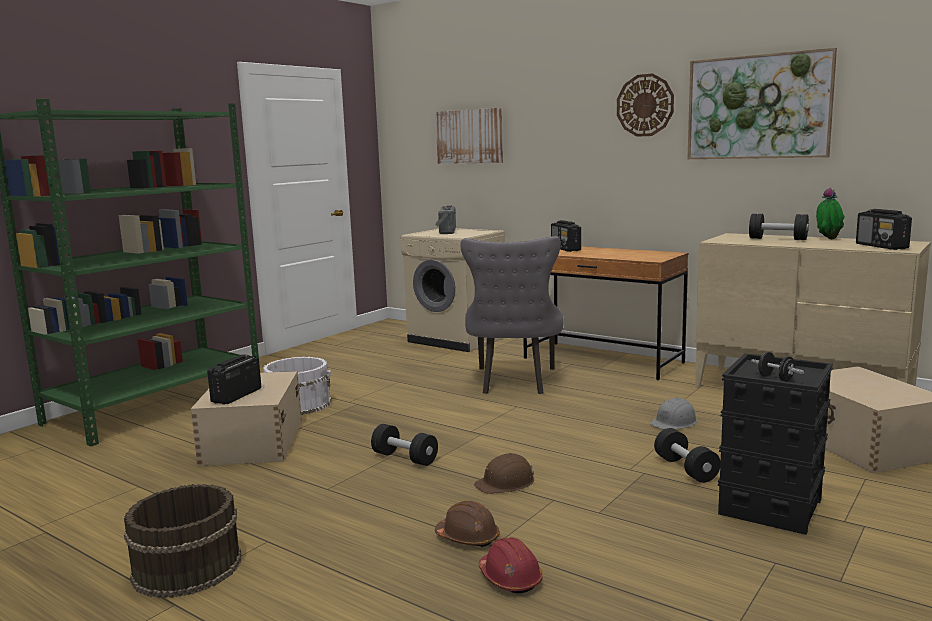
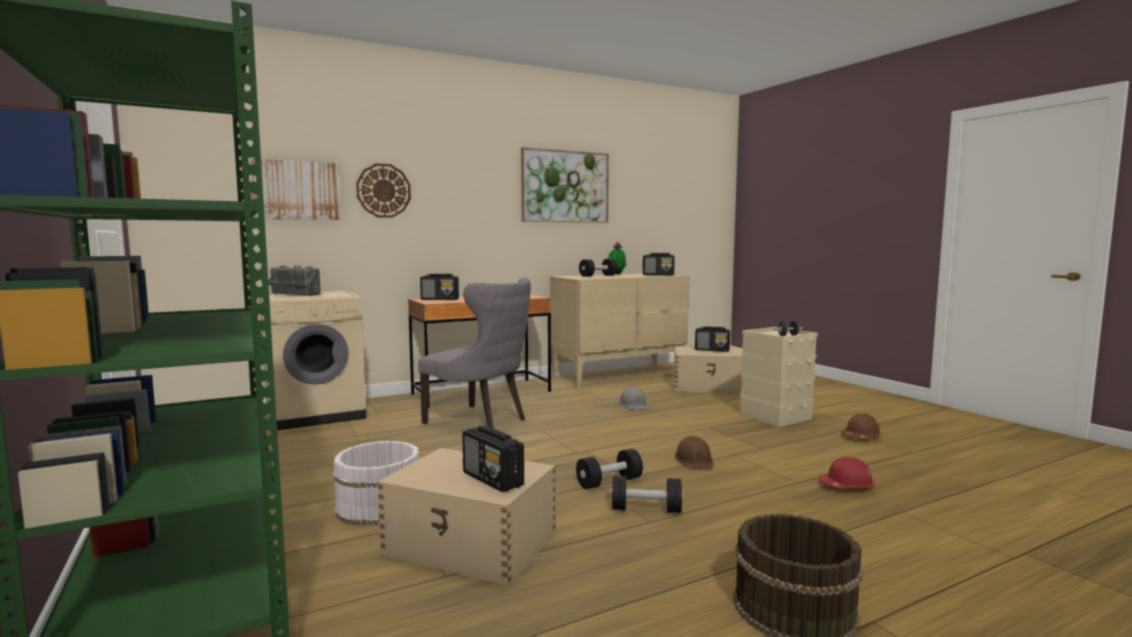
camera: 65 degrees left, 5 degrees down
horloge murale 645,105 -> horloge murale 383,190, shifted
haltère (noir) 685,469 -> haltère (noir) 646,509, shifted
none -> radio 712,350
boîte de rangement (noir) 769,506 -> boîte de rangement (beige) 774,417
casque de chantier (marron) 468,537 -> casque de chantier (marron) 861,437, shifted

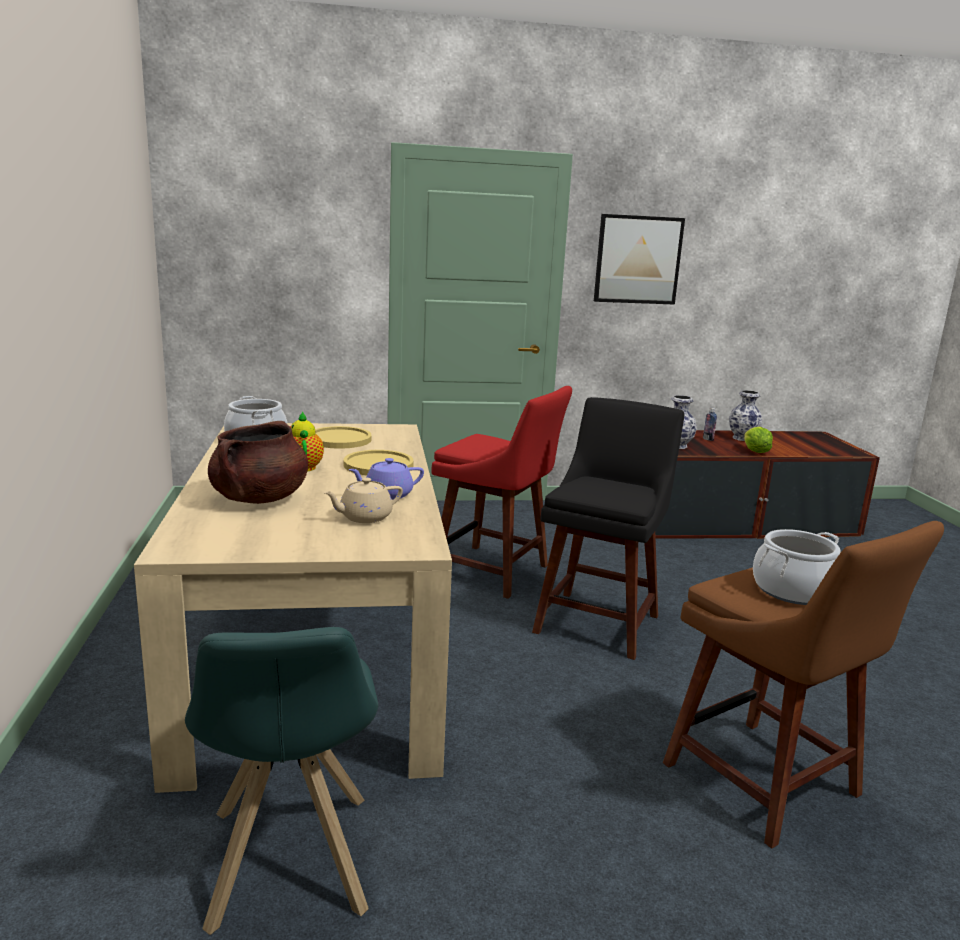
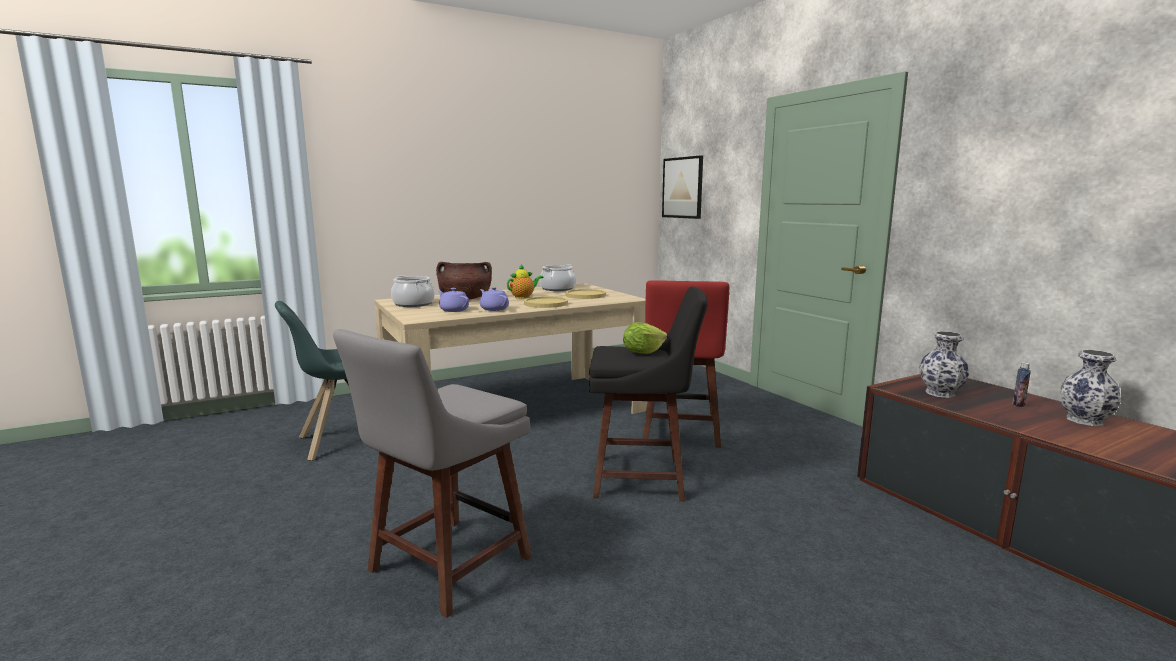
camera: 70 degrees right, 5 degrees down
tabouret (marron) 767,784 -> tabouret (gris) 444,567
marmite 792,590 -> marmite 413,304, shifted
théière (beige) 364,517 -> théière (violet) 453,310
laitue 755,452 -> laitue 642,352, shifted
tableau 638,260 -> tableau 682,187, shifted

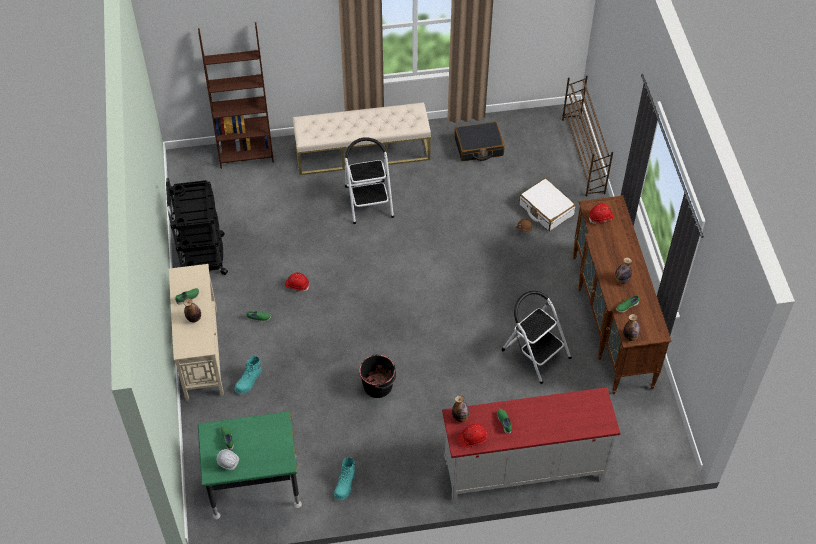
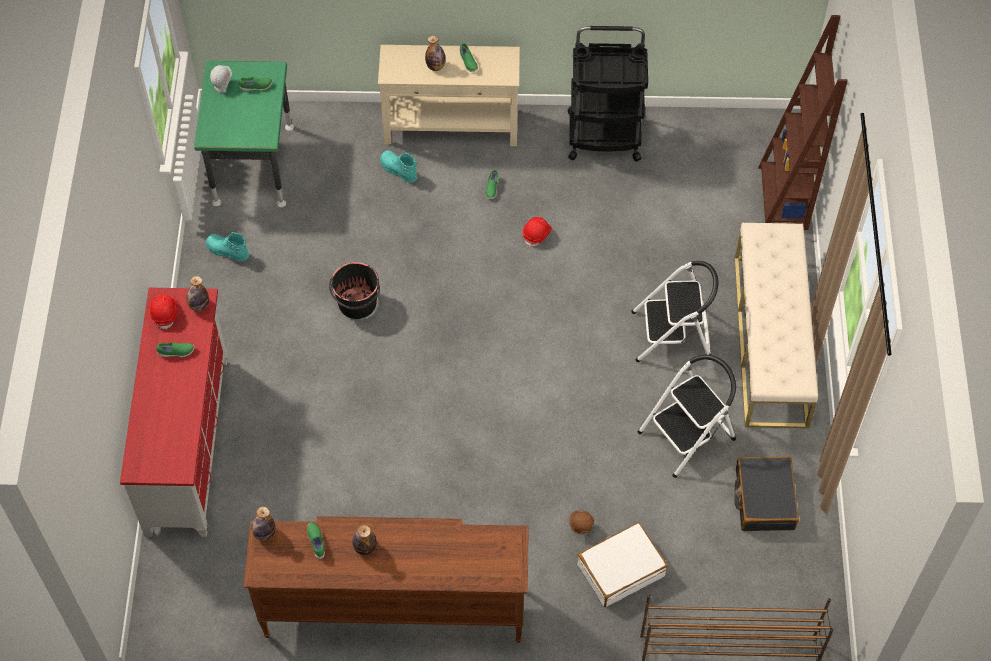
camera: 100 degrees right, 5 degrees up
escabeau 534,352 -> escabeau 689,435, shifted
casque de chantier (rouge) 601,217 -> none

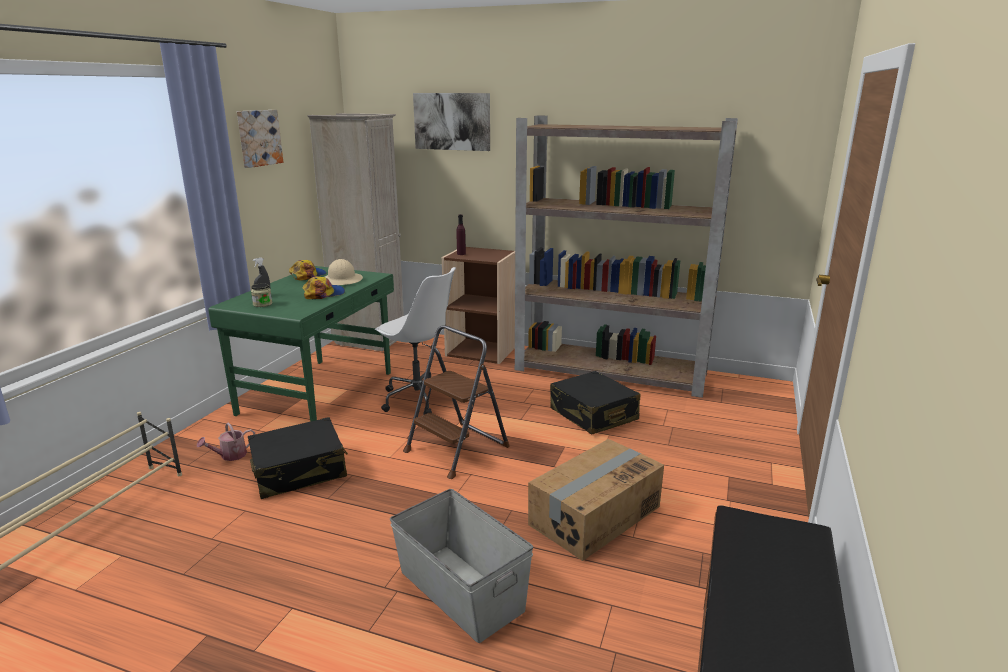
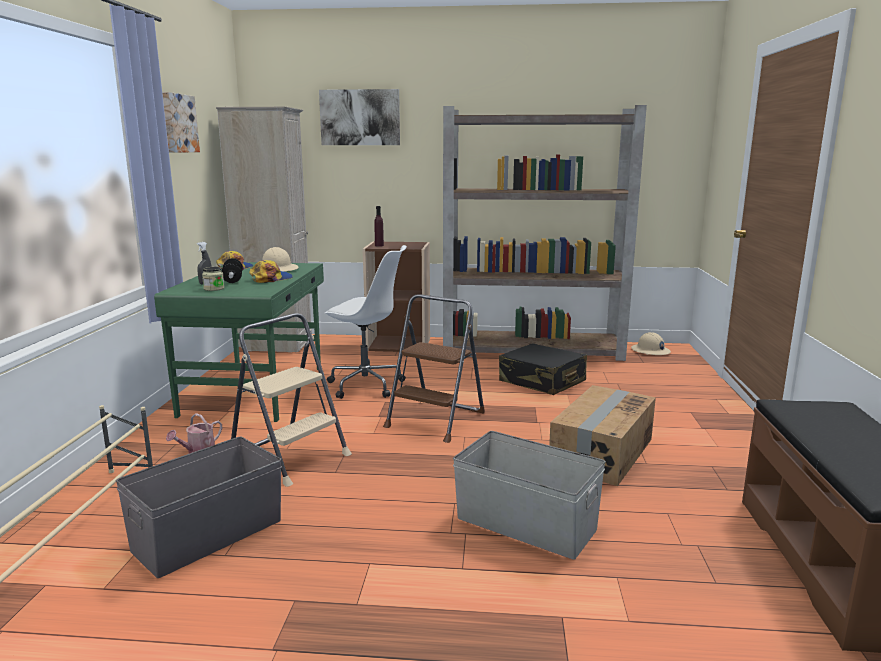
camera: 15 degrees left, 5 degrees down
none -> boîte de rangement (gris) 207,535
none -> haltère 233,279
valise (noir) 299,471 -> escabeau (beige) 287,454
none -> casque de chantier (beige) 650,351

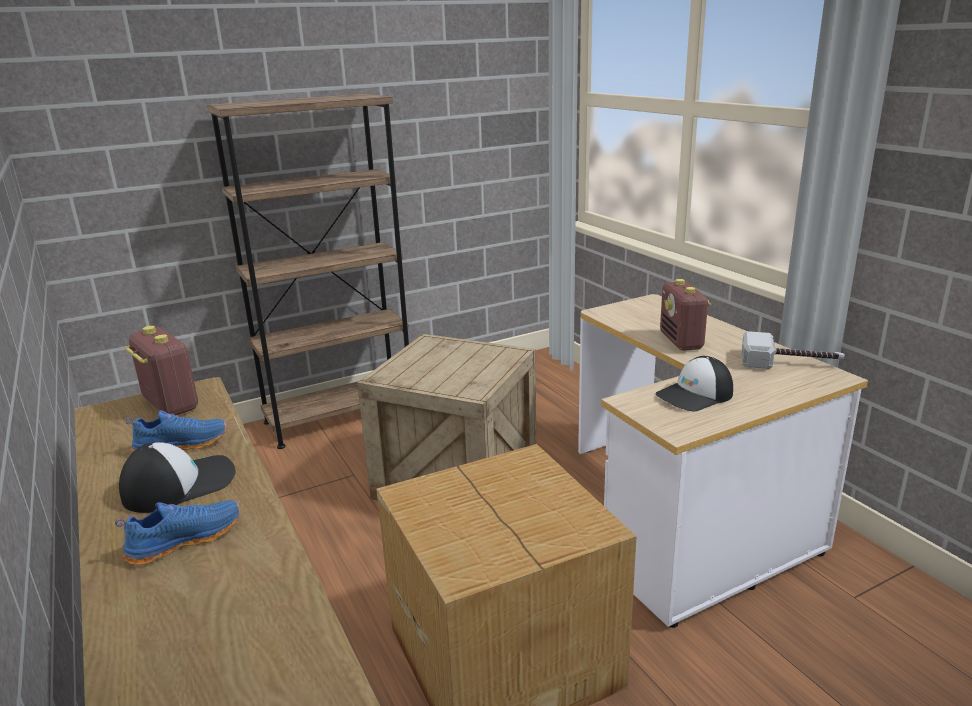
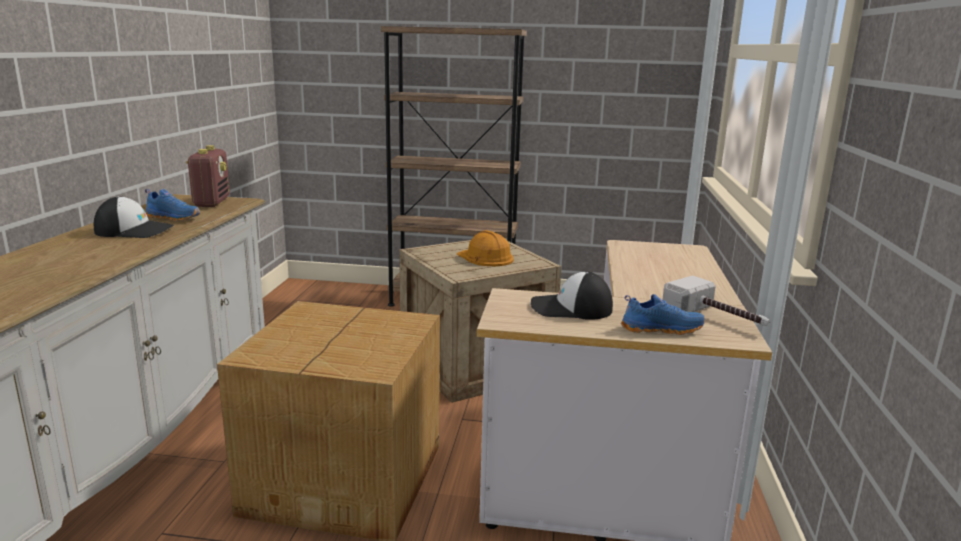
camera: 35 degrees right, 5 degrees down
none -> casque de chantier (orange) 485,257
chaussure (bleu) 184,540 -> chaussure (bleu) 661,329, shifted
radio 681,342 -> none

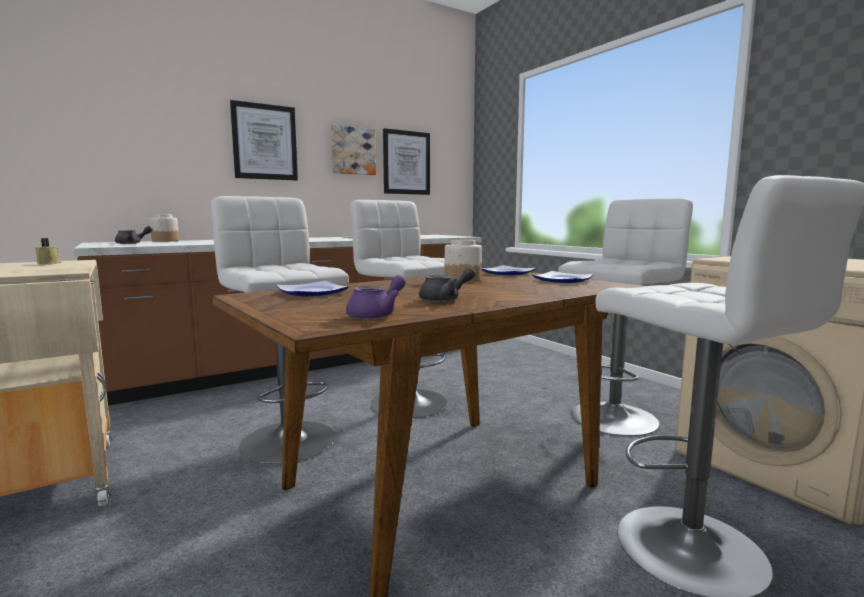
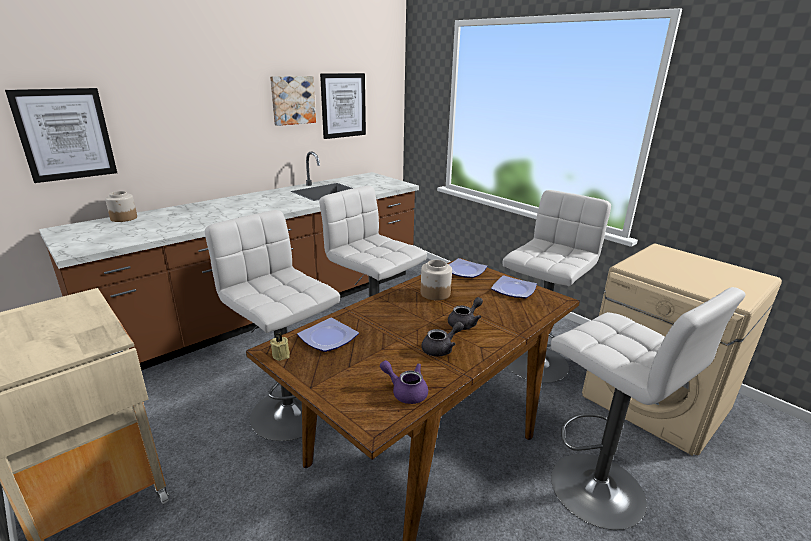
camera: 10 degrees left, 15 degrees up
tableau 265,142 -> tableau 65,134, shifted
bougie (beige) 49,263 -> bougie (beige) 281,354, shifted
théière (violet) 377,315 -> théière (violet) 406,391, 90 degrees counterclockwise
théière (gris) 132,243 -> théière (gris) 465,323, shifted

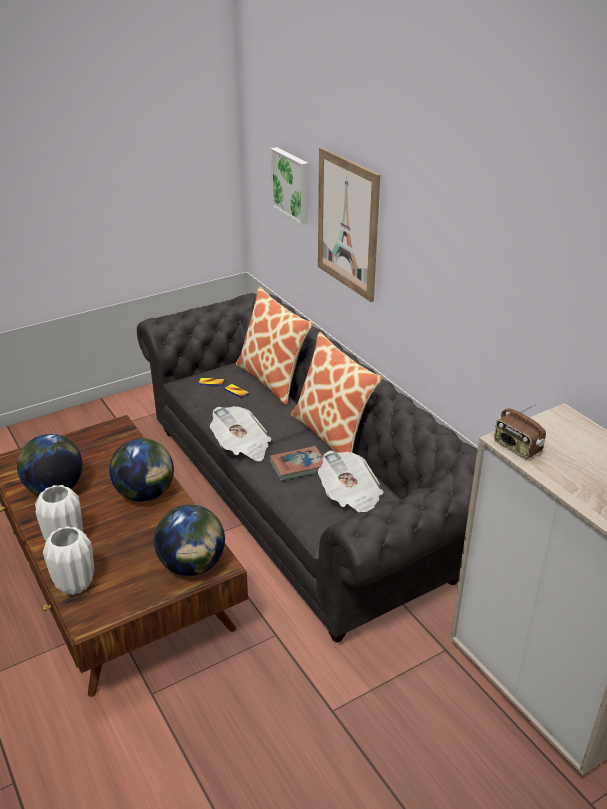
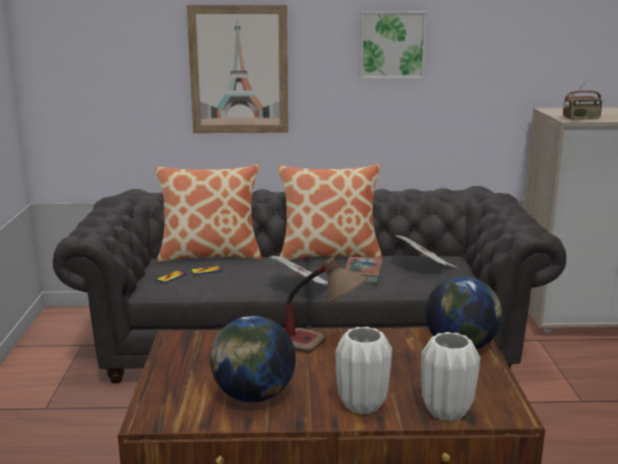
camera: 60 degrees left, 15 degrees down
globe 145,494 -> lampe de table 323,347
tableau 292,185 -> tableau 392,45, shifted

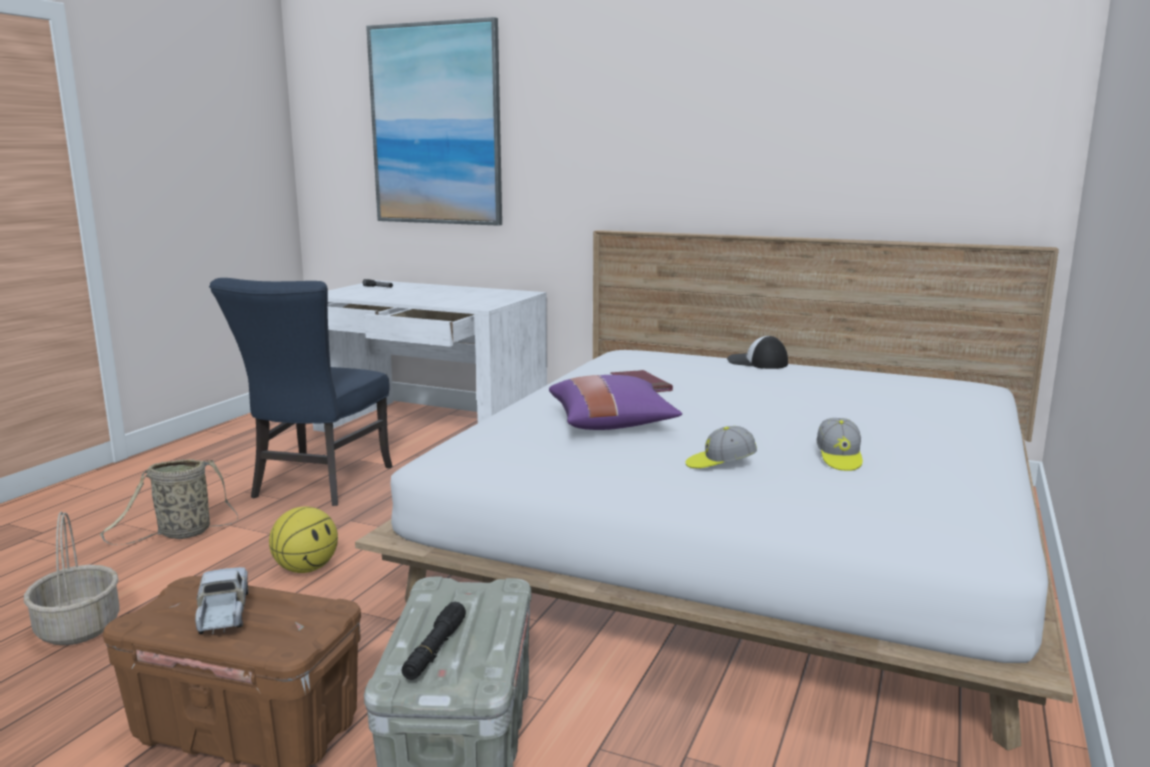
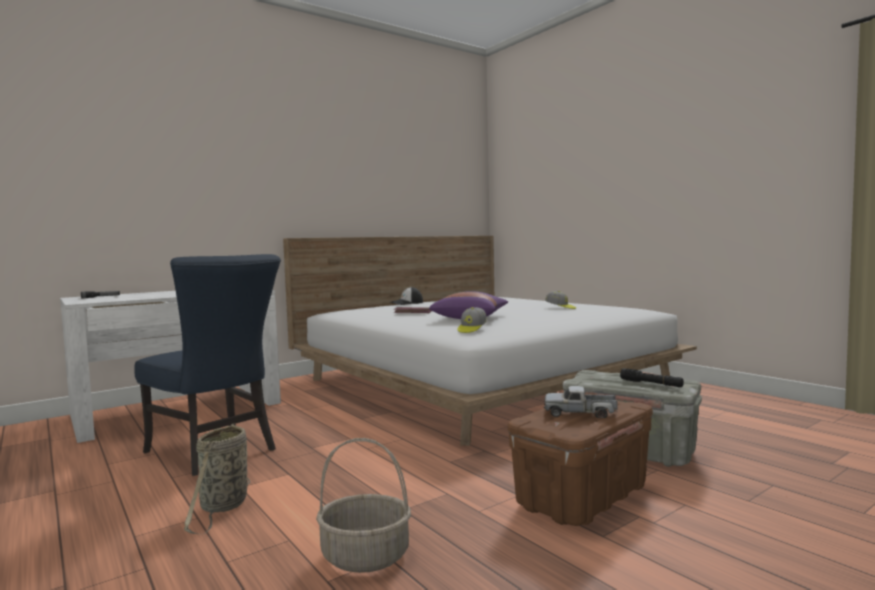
camera: 60 degrees left, 10 degrees down
casquette 720,464 -> casquette 472,329, shifted
ballon de basket 307,569 -> none
tableau 436,125 -> none

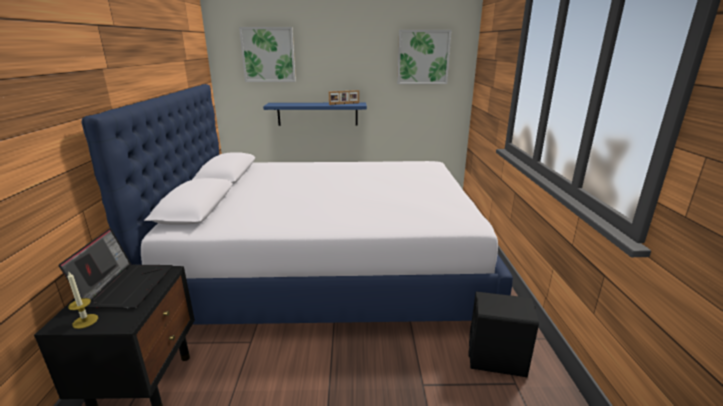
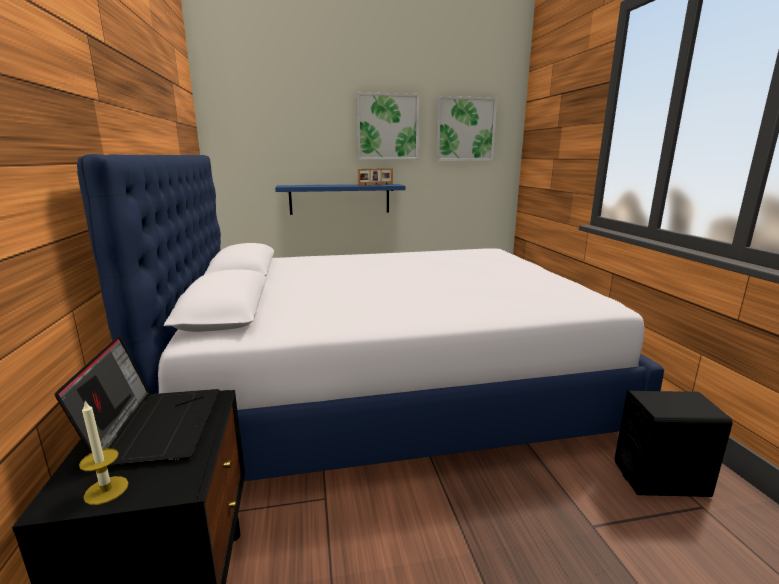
camera: 10 degrees left, 5 degrees down
tableau 268,55 -> tableau 387,127, shifted

